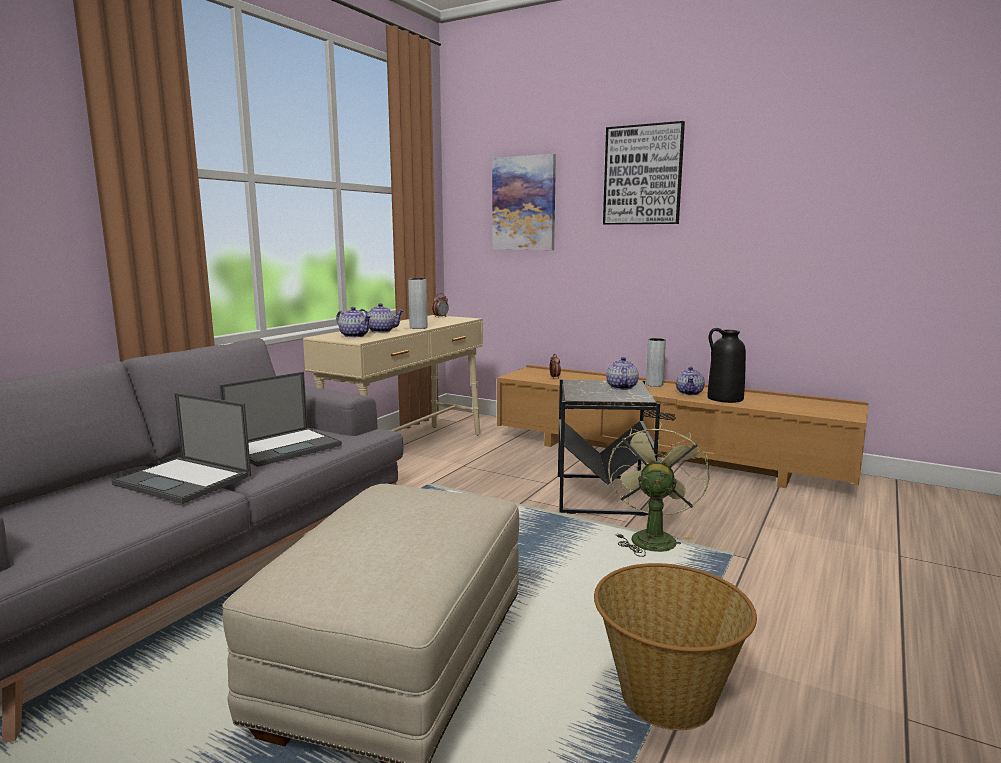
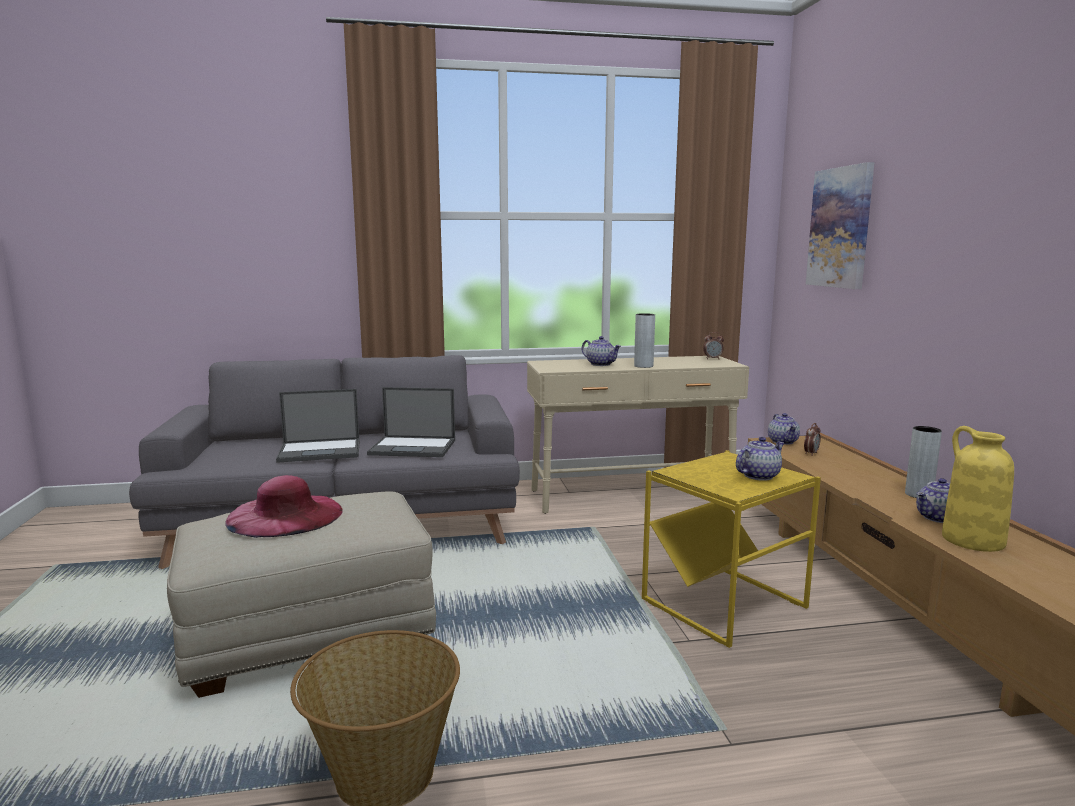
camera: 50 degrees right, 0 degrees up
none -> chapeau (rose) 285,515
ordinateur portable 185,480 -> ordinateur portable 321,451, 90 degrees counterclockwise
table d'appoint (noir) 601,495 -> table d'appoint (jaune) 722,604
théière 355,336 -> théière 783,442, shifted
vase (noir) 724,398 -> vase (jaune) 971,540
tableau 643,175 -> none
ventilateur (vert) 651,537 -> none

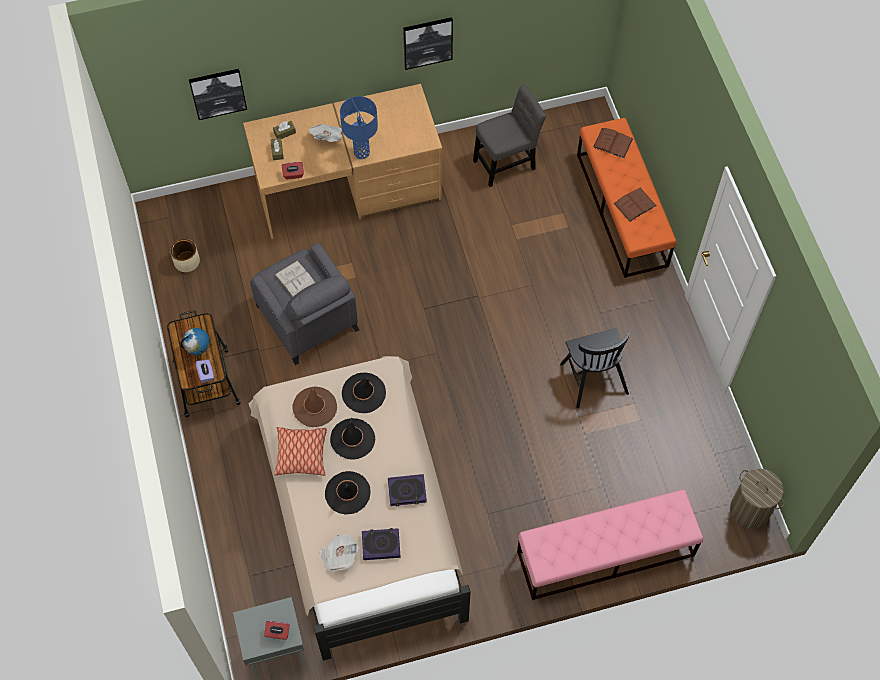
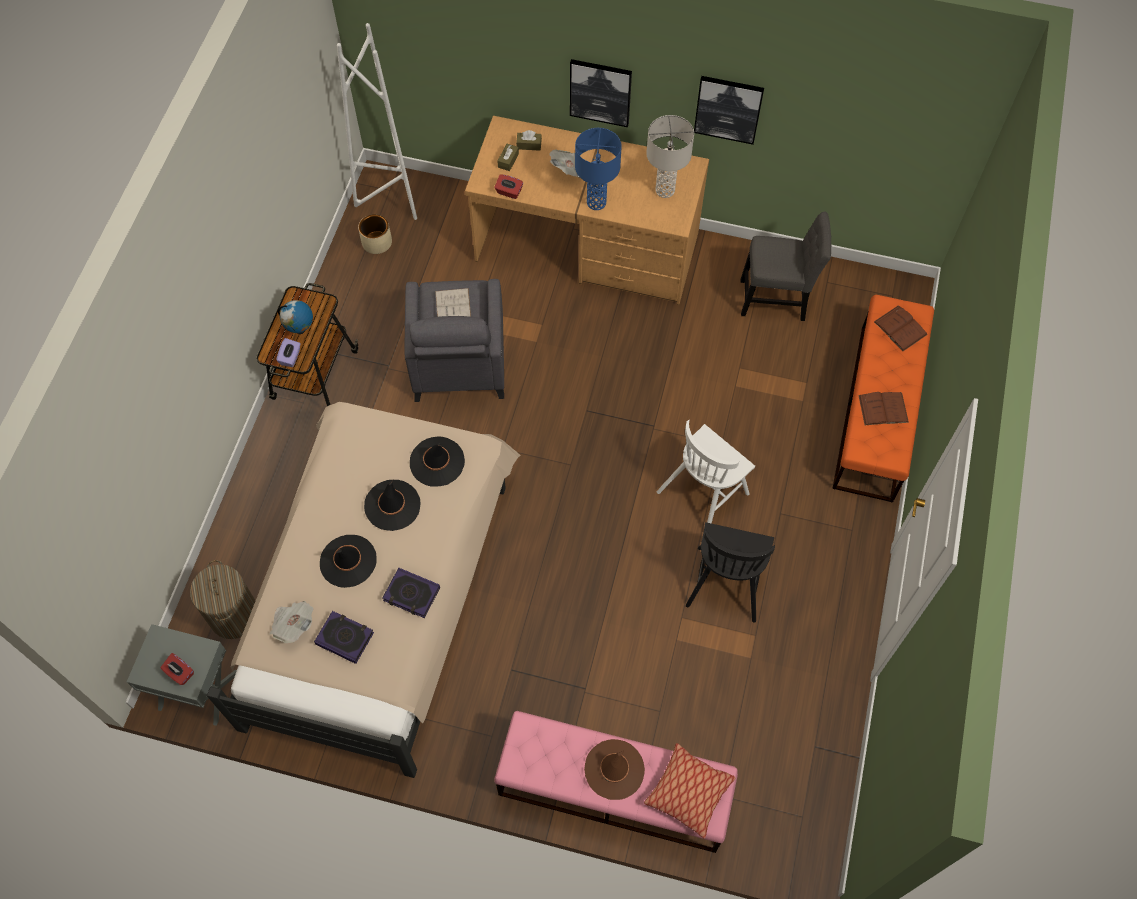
camera: 30 degrees right, 0 degrees up
panier à linge 750,509 -> panier à linge 234,615, shifted
none -> portant (blanc) 392,198
tableau 218,93 -> tableau 600,92, shifted
chapeau (marron) 315,407 -> chapeau (marron) 614,769, shifted
coussin 301,454 -> coussin 689,792, shifted
none -> lampe de table (blanc) 664,190
none -> chaise (blanc) 706,489

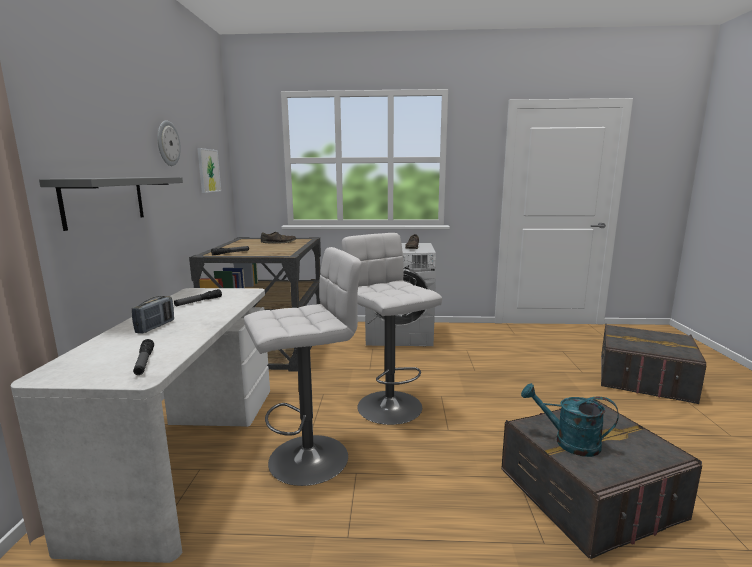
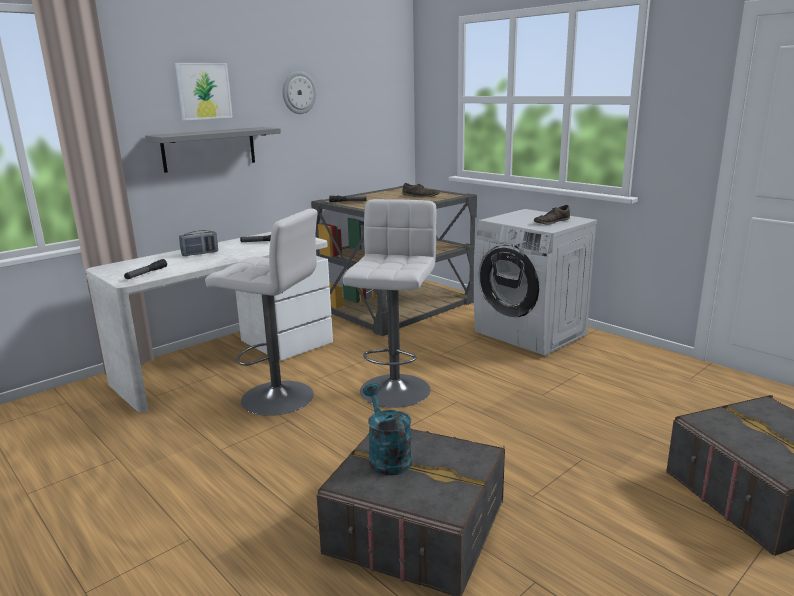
camera: 45 degrees right, 5 degrees up
tableau 208,170 -> tableau 204,91, shifted

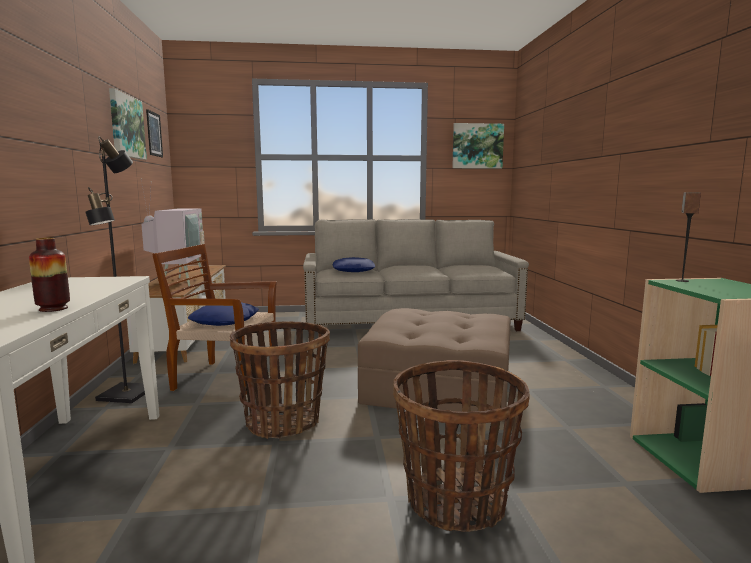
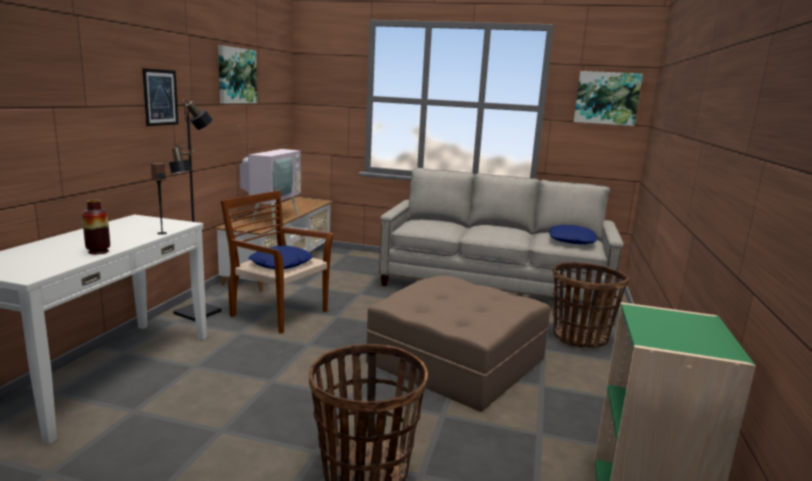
camera: 20 degrees right, 5 degrees up
tableau 154,134 -> tableau 160,97, shifted
enceinte 681,280 -> enceinte 162,233, shifted
coussin (bleu) 354,270 -> coussin (bleu) 572,240, shifted
panier 283,422 -> panier 580,338, shifted

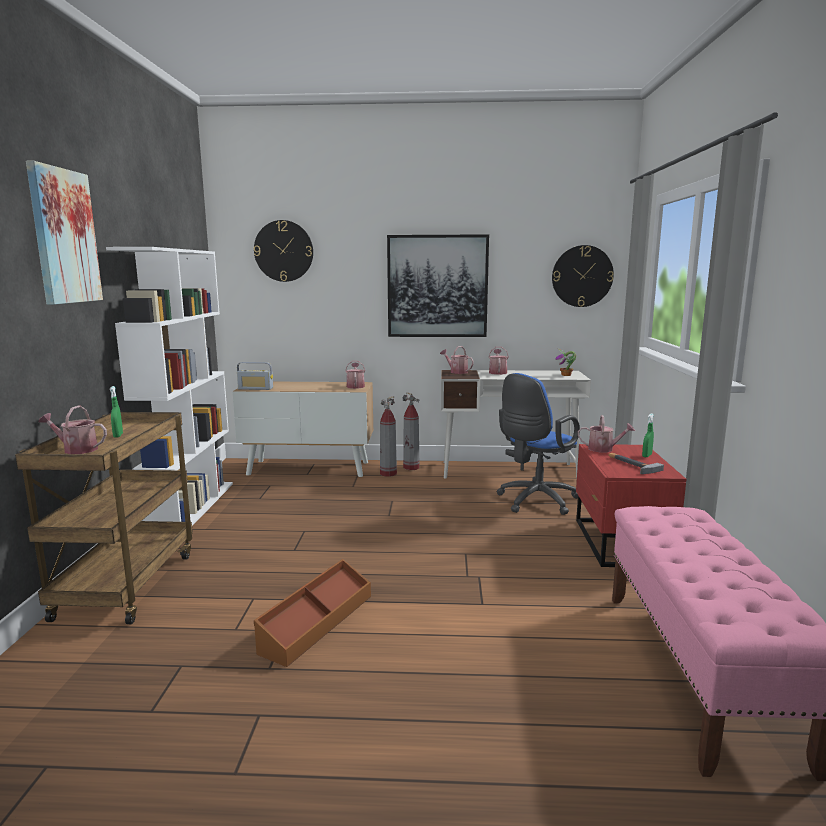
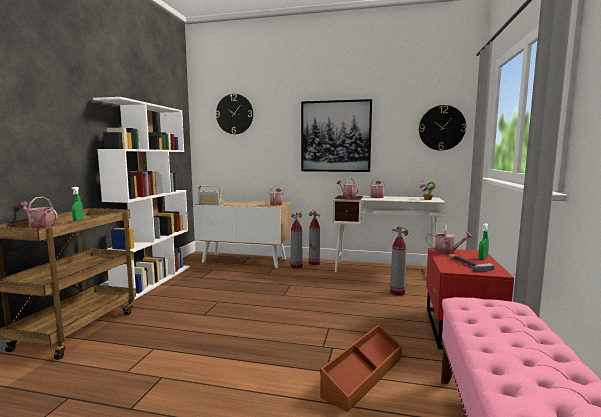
camera: 10 degrees right, 5 degrees down
boîte de rangement (marron) 316,622 -> boîte de rangement (marron) 363,375, shifted
chaise de bureau (bleu) 534,501 -> extincteur 397,292
tableau 64,236 -> none

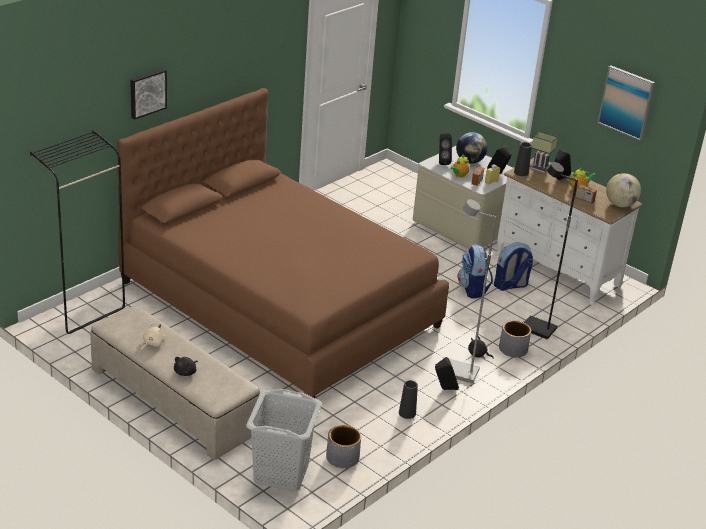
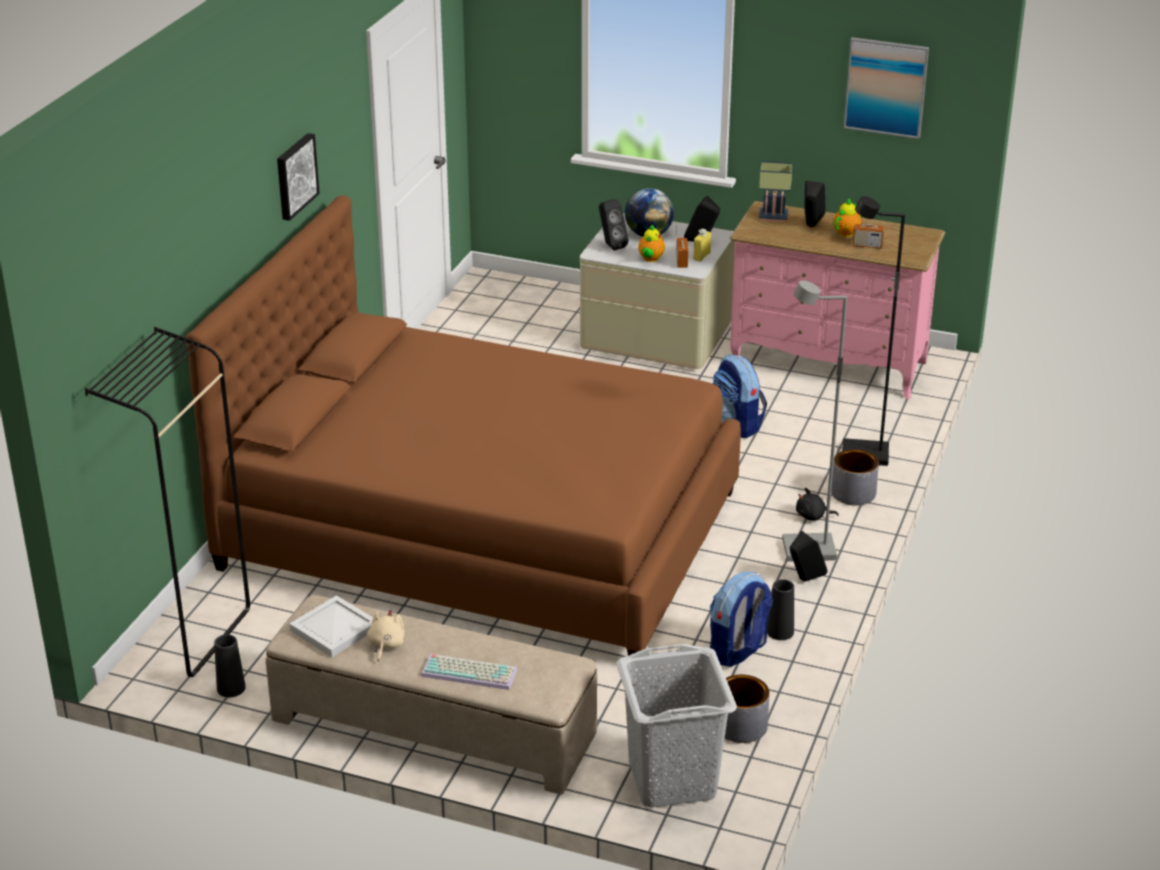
camera: 20 degrees left, 0 degrees up
vase (noir) 521,172 -> vase (noir) 231,688, shifted
tableau 147,93 -> tableau 295,176, shifted
none -> plateau (blanc) 333,629
peluche (noir) 186,372 -> clavier 471,672
sac à dos 510,285 -> sac à dos 738,651, shifted
commode (blanc) 556,271 -> commode (rose) 827,365
globe 620,205 -> none

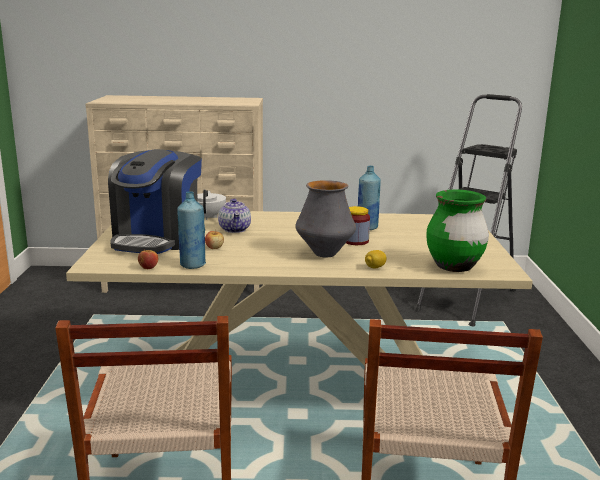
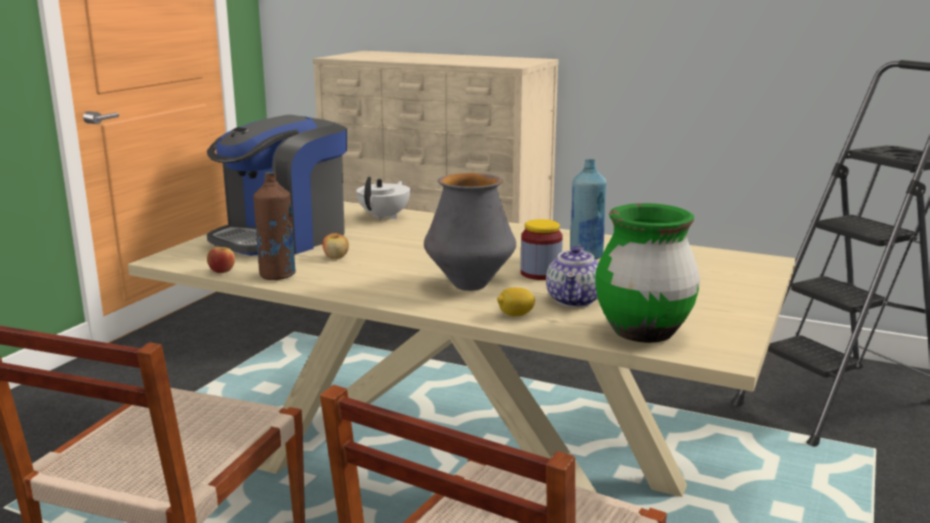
camera: 25 degrees right, 0 degrees up
bouteille (bleu) 192,265 -> bouteille (marron) 277,275
théière 235,229 -> théière 575,300, shifted

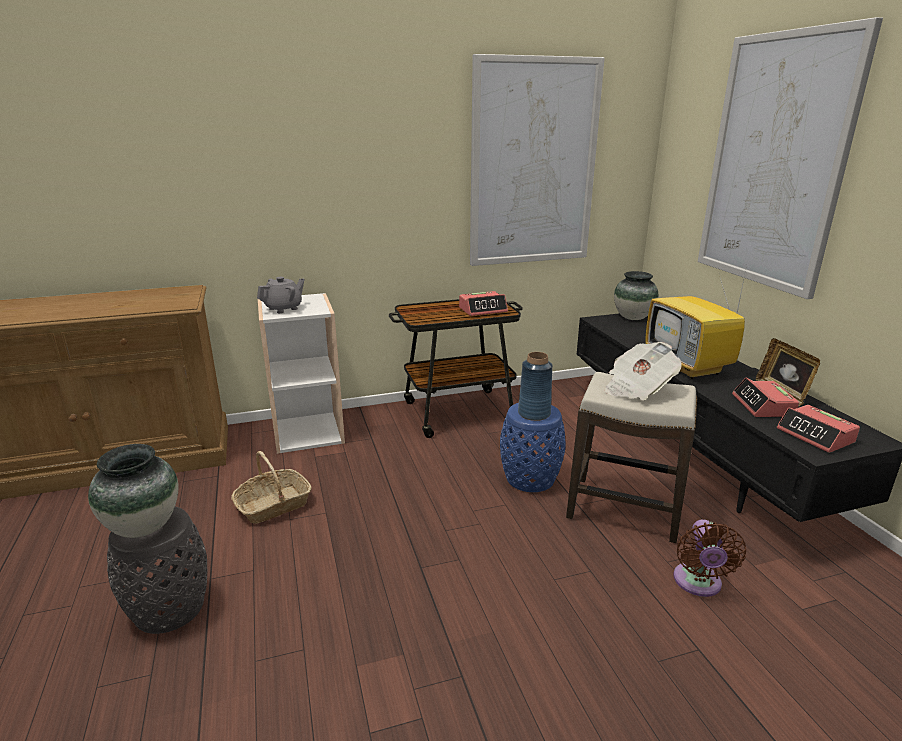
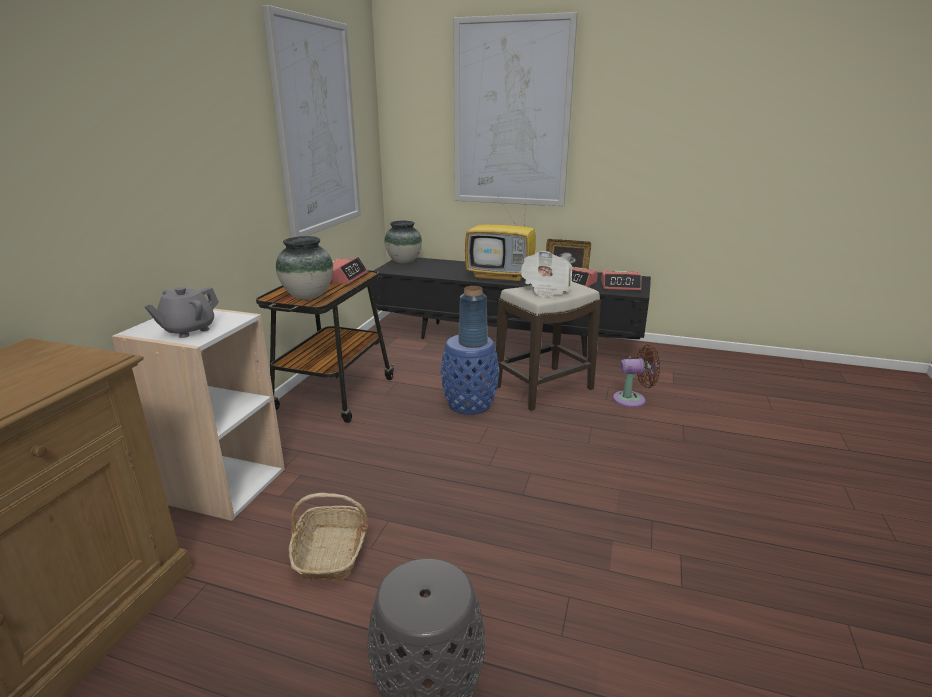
camera: 55 degrees left, 0 degrees up
théière (gris) 284,308 -> théière (gris) 188,330, 135 degrees counterclockwise
vase 144,526 -> vase 307,296, shifted
ventilateur (marron) 698,584 -> ventilateur (marron) 633,400, 45 degrees counterclockwise

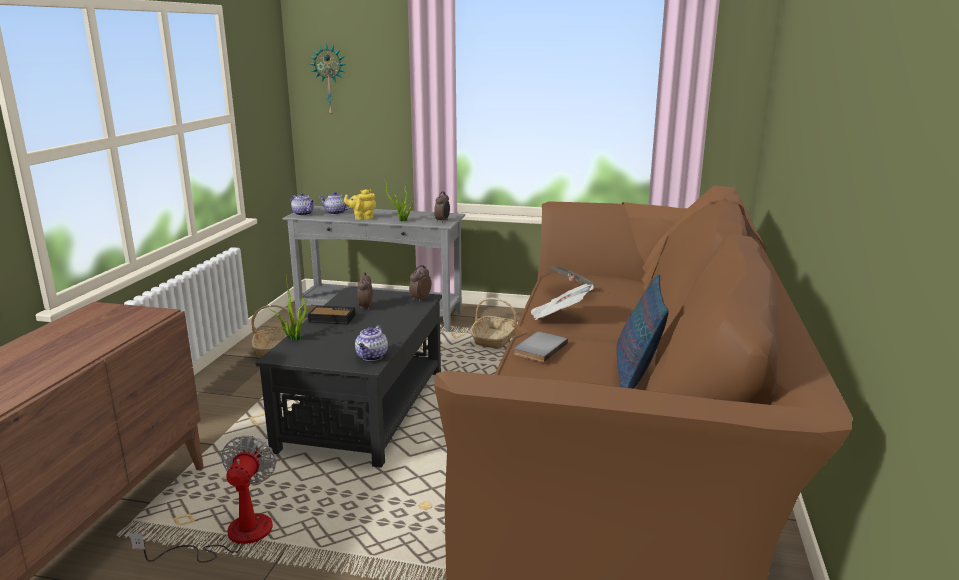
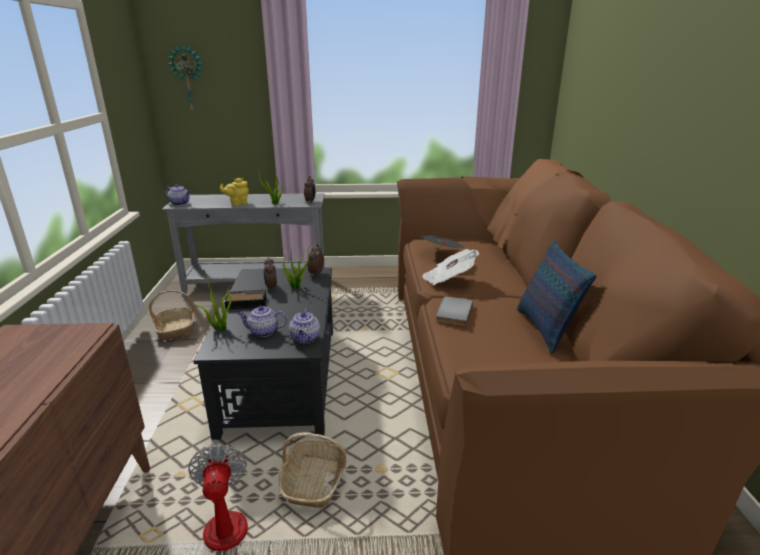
camera: 15 degrees left, 5 degrees up
théière 335,213 -> théière 263,332, shifted
panier 494,339 -> panier 314,481, shifted
none -> plante en pot 297,287

